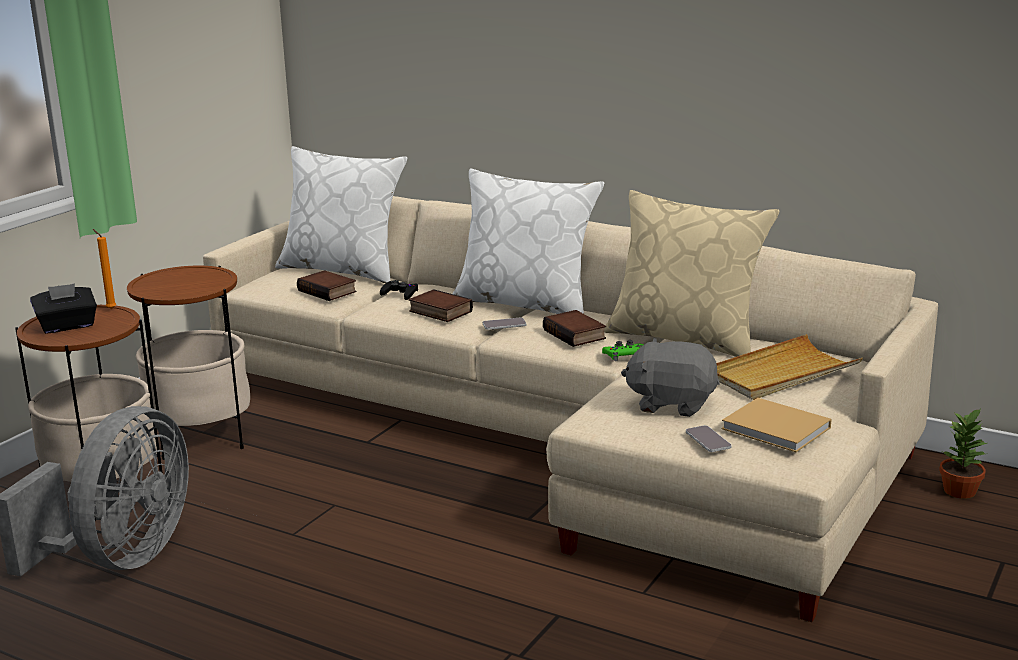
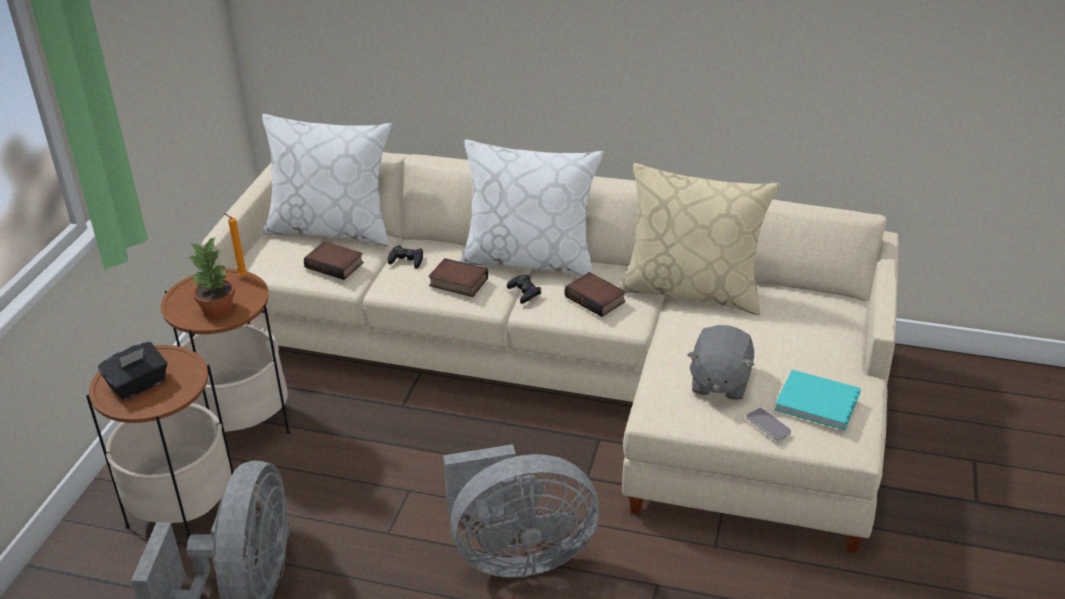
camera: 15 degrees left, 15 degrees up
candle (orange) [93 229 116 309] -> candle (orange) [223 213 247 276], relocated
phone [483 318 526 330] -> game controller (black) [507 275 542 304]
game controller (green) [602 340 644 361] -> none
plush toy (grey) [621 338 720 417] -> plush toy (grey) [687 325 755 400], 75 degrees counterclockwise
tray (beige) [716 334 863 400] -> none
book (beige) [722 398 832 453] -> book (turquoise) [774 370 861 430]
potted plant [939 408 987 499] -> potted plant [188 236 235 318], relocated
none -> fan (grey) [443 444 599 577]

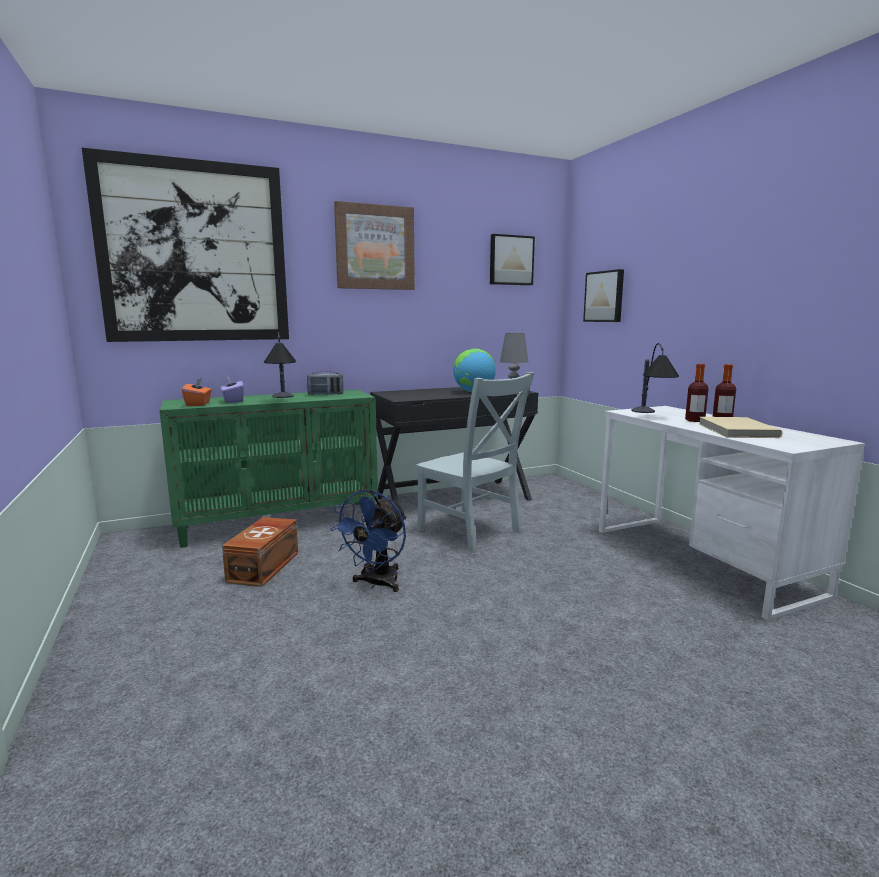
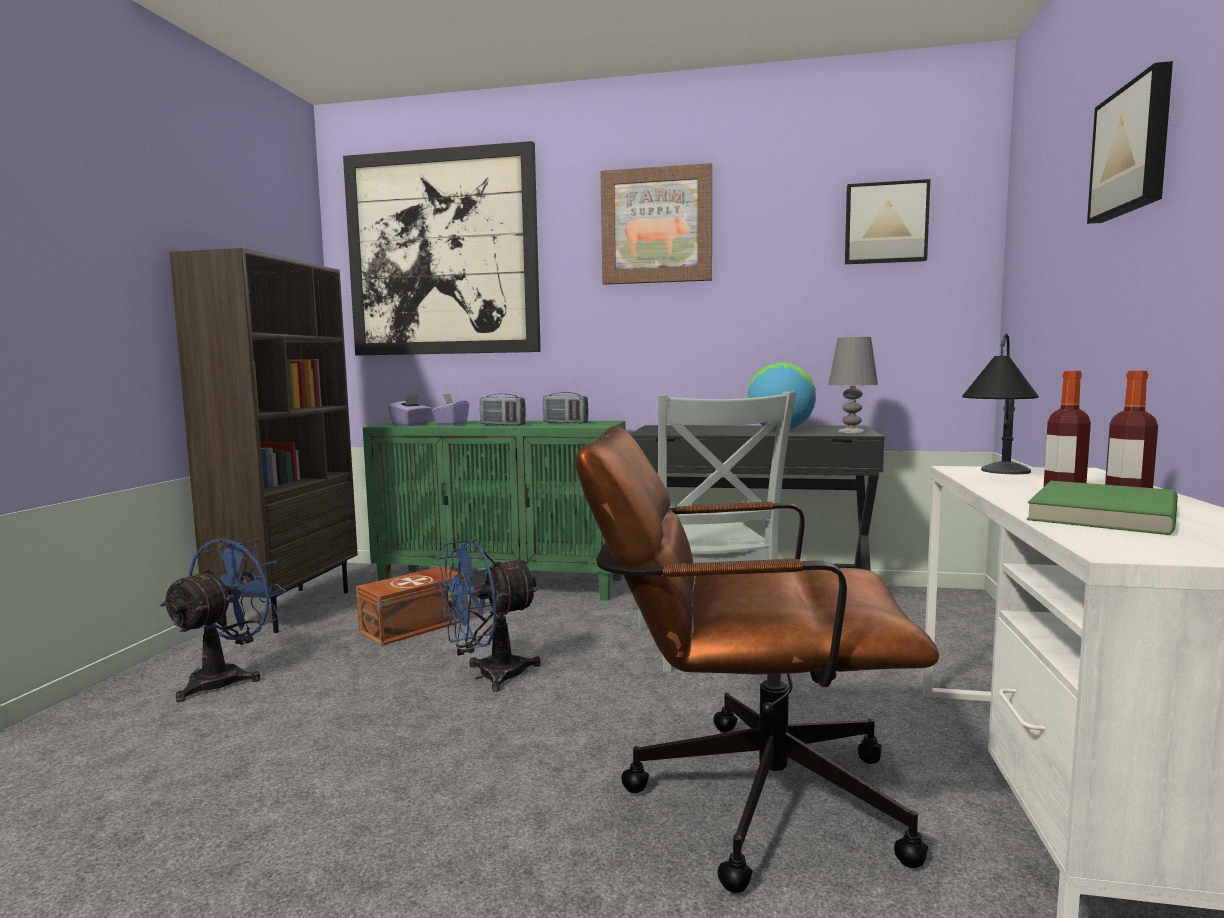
camera: 35 degrees right, 5 degrees down
tissue box (orange) [182 378 212 406] -> tissue box (purple) [388 394 432 426]
table lamp [264 332 296 398] -> radio [480 393 526 425]
picture [583 269 624 322] -> picture [1087 61 1173 224], relocated
book (beige) [699 417 782 438] -> book (green) [1027 481 1178 535]
none -> fan (blue) [159 535 286 702]
none -> bookcase (brown) [169 248 358 633]
none -> office chair (brown) [576 426 939 893]

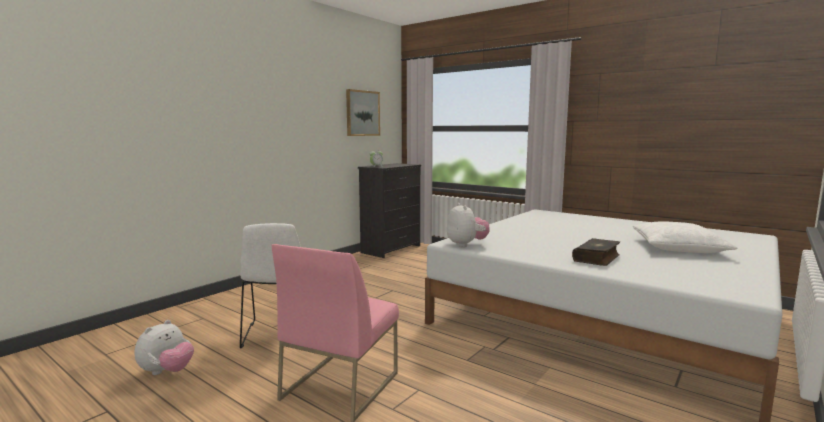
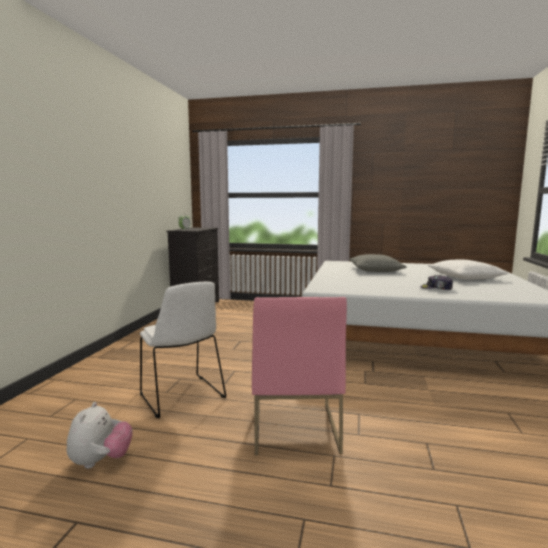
camera: 25 degrees left, 0 degrees up
picture [346 89 380 136] -> none
plush toy [447 203 490 247] -> none
book [572 238 620 266] -> cap [420 275 453 290]
none -> pillow (grey) [349 254 407 272]

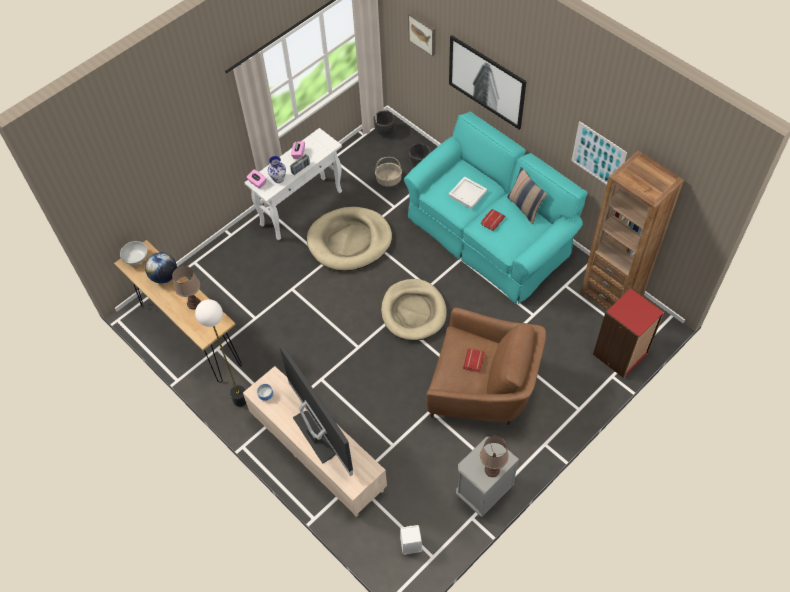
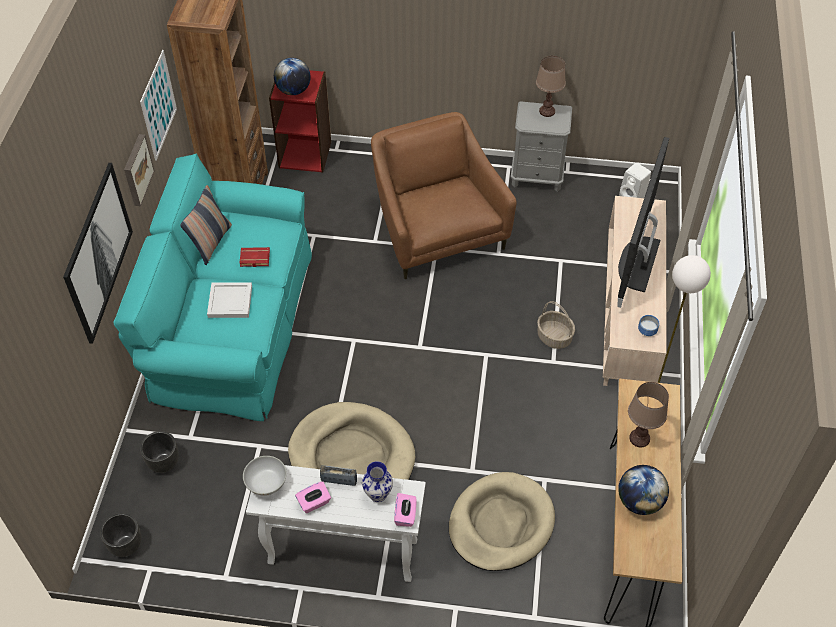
camera: 130 degrees left, 5 degrees down
bowl (white) [120 241 148 265] -> bowl (white) [243 456 287 496], relocated
basket [375 157 402 187] -> basket [537 301 575 349], relocated
dog bed (beige) [381 279 446 341] -> dog bed (beige) [449 472 555 571], relocated
picture [408 13 436 56] -> picture [124 134 155 206], relocated
book (red) [463 348 485 372] -> none
none -> globe [274 58 311 95]

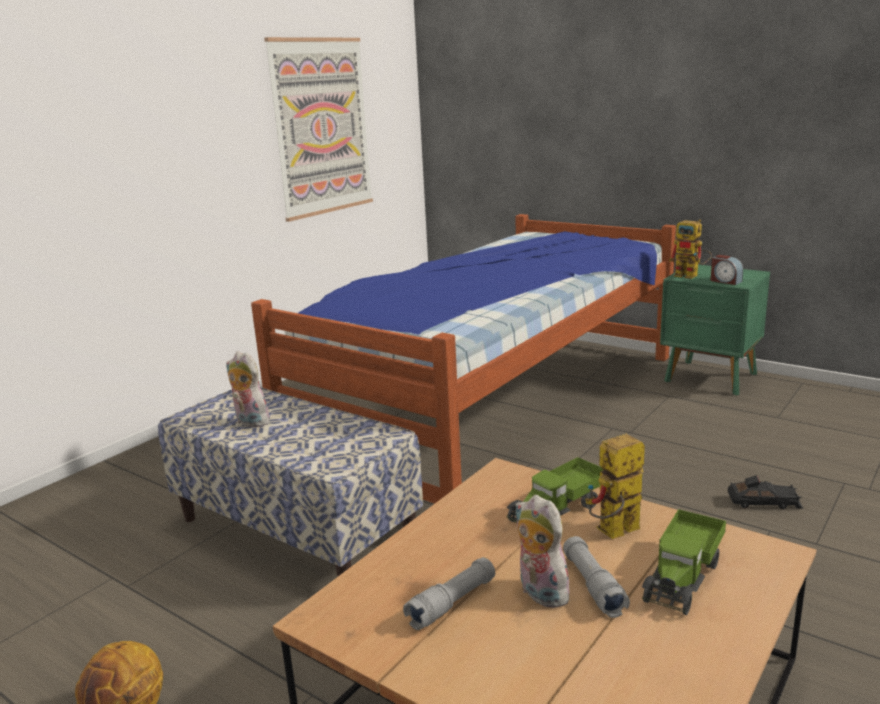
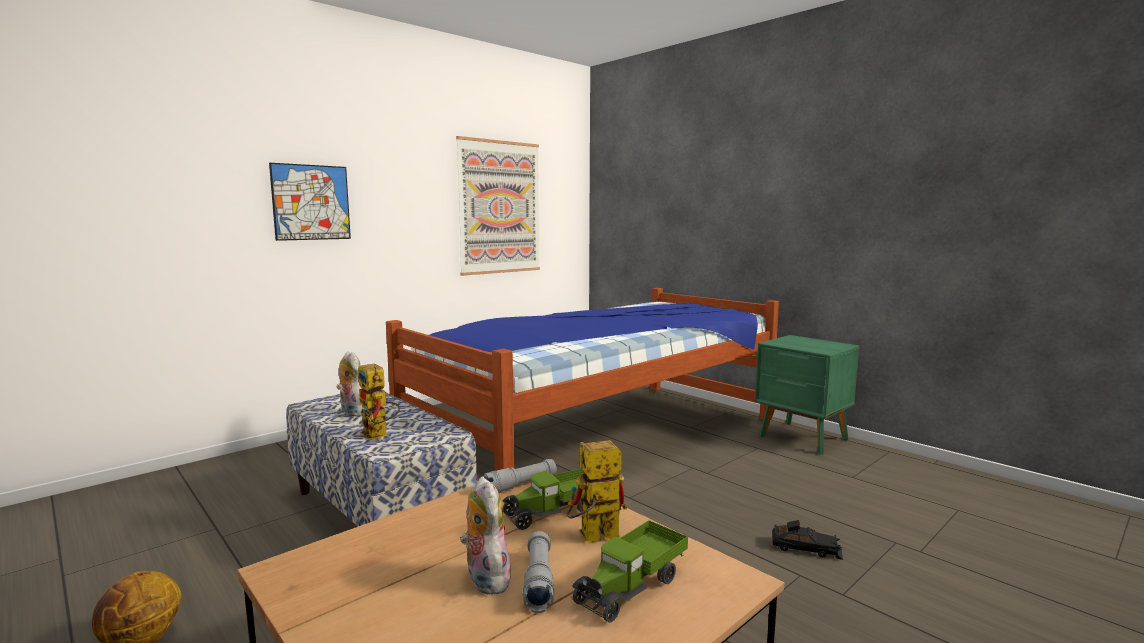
camera: 10 degrees right, 10 degrees down
flashlight (grey) [403 557 495 630] -> flashlight (grey) [483 459 557 493], relocated
toy robot [669 220 712 279] -> toy robot [358 363 400 440], relocated
alarm clock [711 255 743 285] -> none
none -> picture [269 163 351 241]

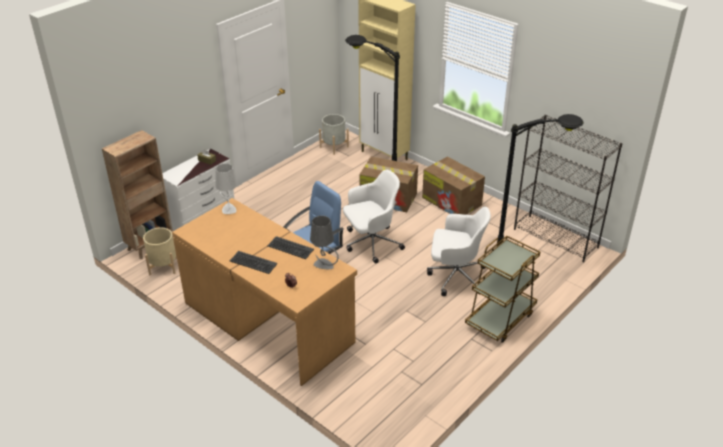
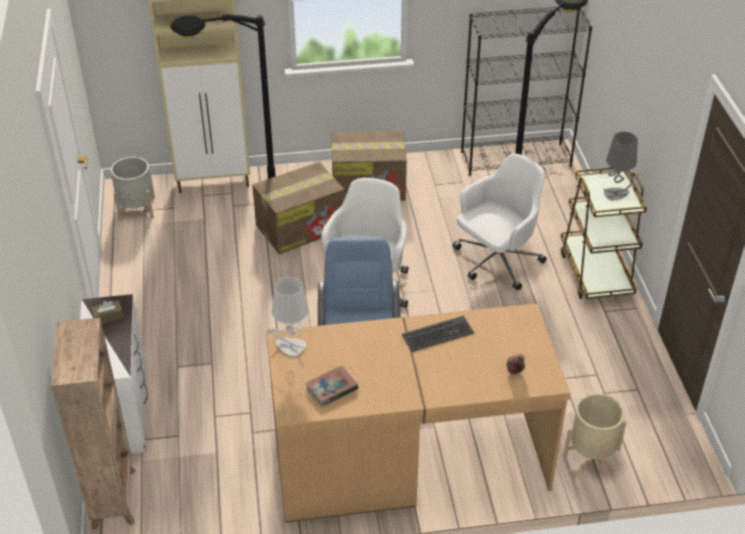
camera: 50 degrees left, 5 degrees up
planter (beige) [143 227 177 275] -> planter (beige) [563 393 627 477], relocated
keyboard [230 251 277 274] -> none
table lamp (grey) [310 216 339 269] -> table lamp (grey) [603 132 638 201], relocated
none -> book [306 366 358 407]

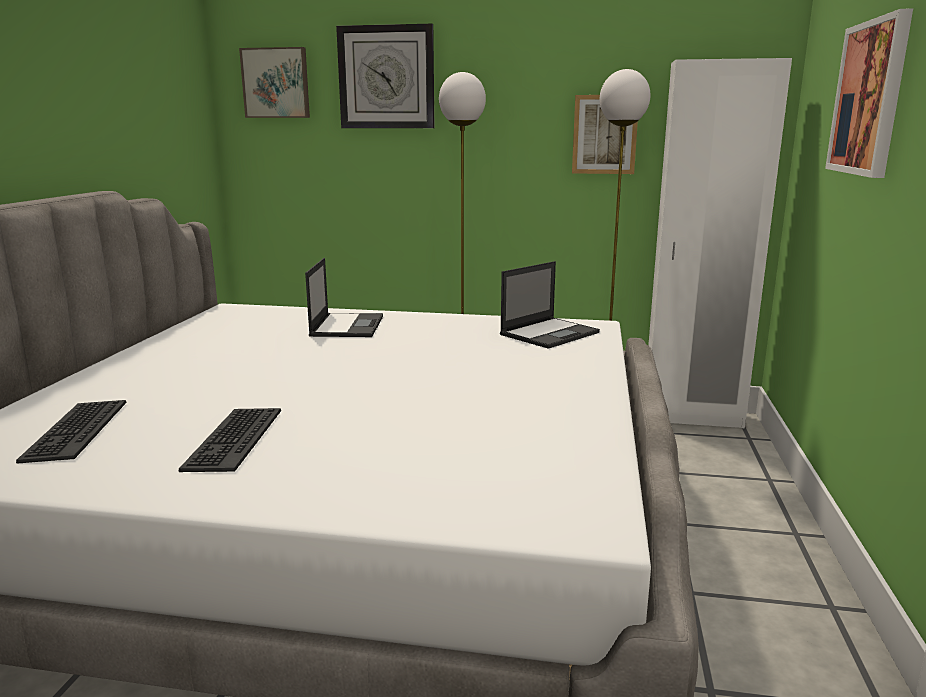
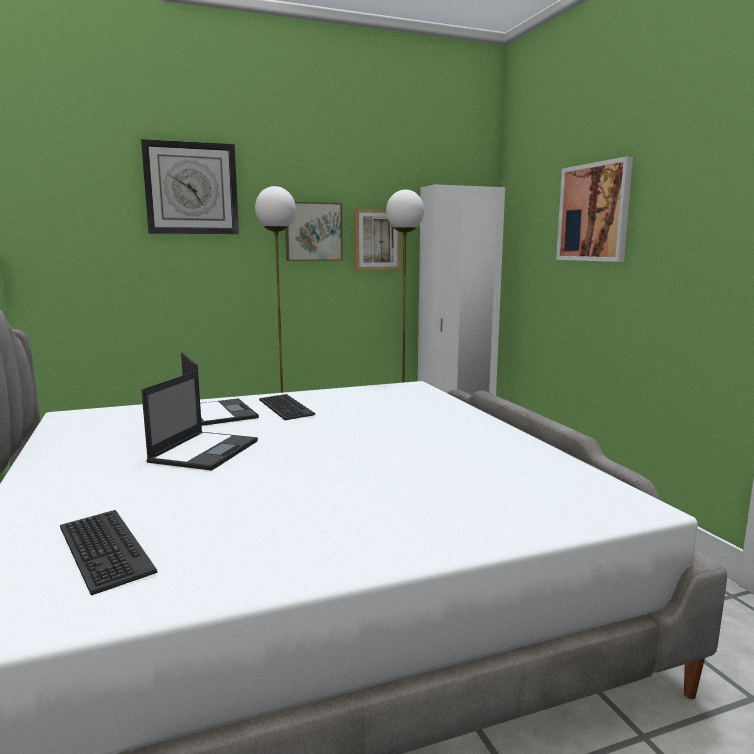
camera: 30 degrees left, 5 degrees down
keyboard [179 408 281 472] -> keyboard [259 394 315 420], relocated
picture [239 47 310 118] -> picture [285 202 343 261], relocated
laptop [500 261 600 349] -> laptop [141 371 258 471], relocated

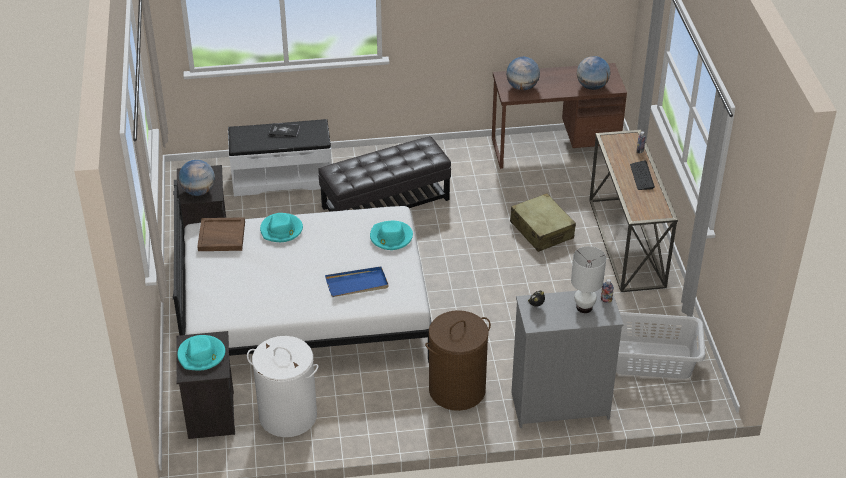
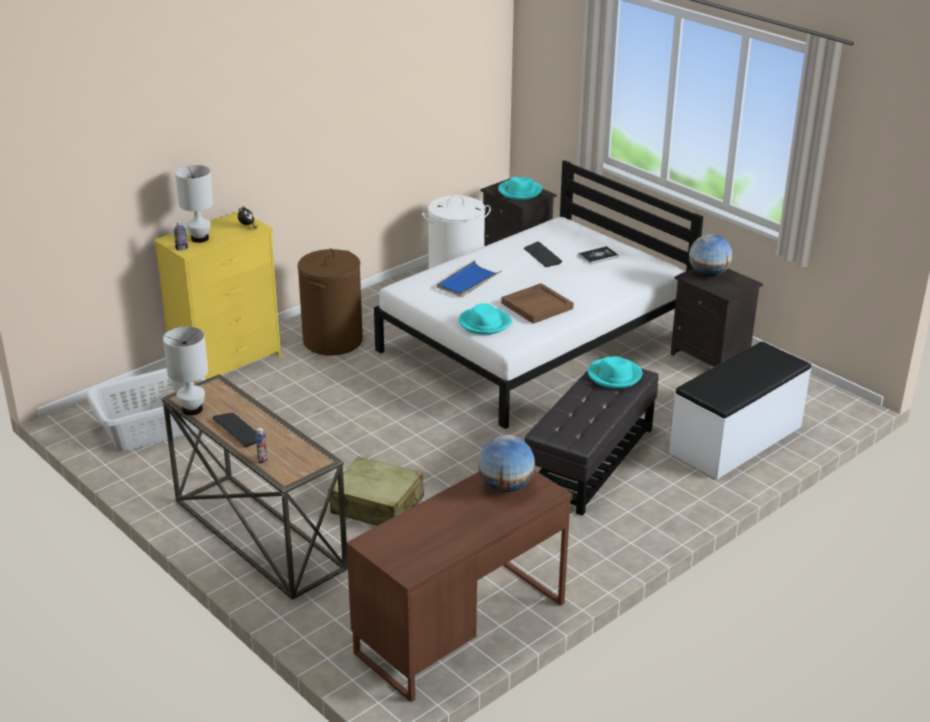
camera: 145 degrees right, 10 degrees down
tray (brown) [197 217 245 251] -> tray (brown) [501 283 574 324], relocated
hat (turquoise) [260 213 303 242] -> hat (turquoise) [588 356 642 389], relocated
book [269 123 300 138] -> book [578 246 619 264], relocated
dresser (grey) [511 288 624 428] -> dresser (yellow) [153 211 281 384]
globe [577 56 610 90] -> none
none -> table lamp (white) [163 326 208 415]
none -> keyboard [524 241 562 267]

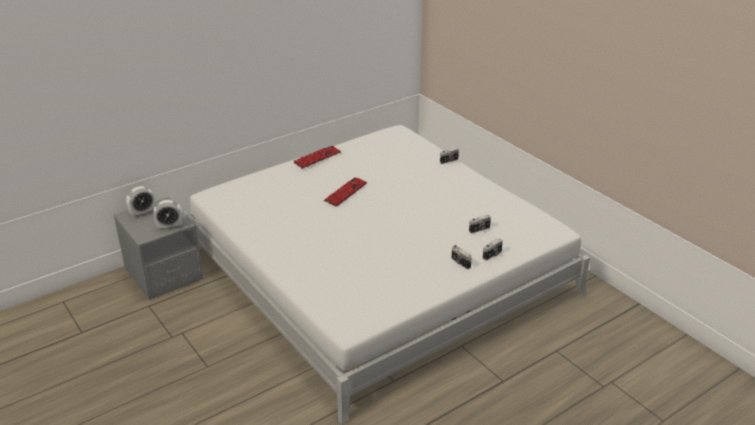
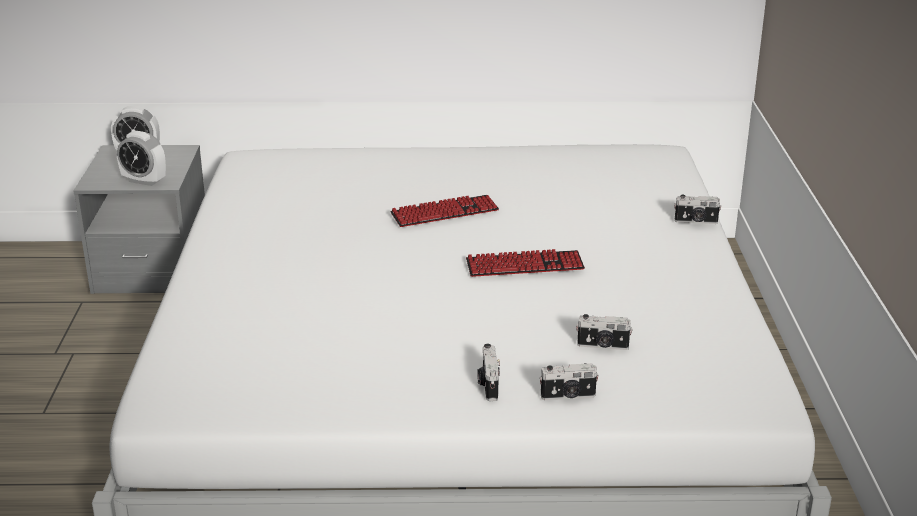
camera: 35 degrees right, 5 degrees down
keyboard [293 146 341 169] -> keyboard [466 249 585 277], relocated

